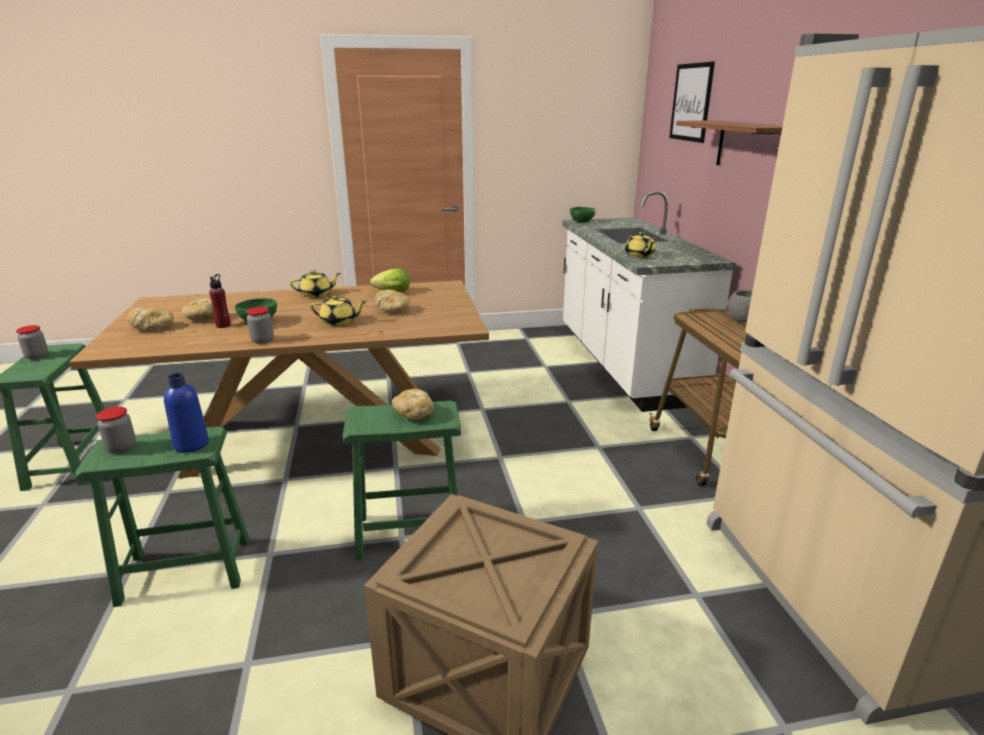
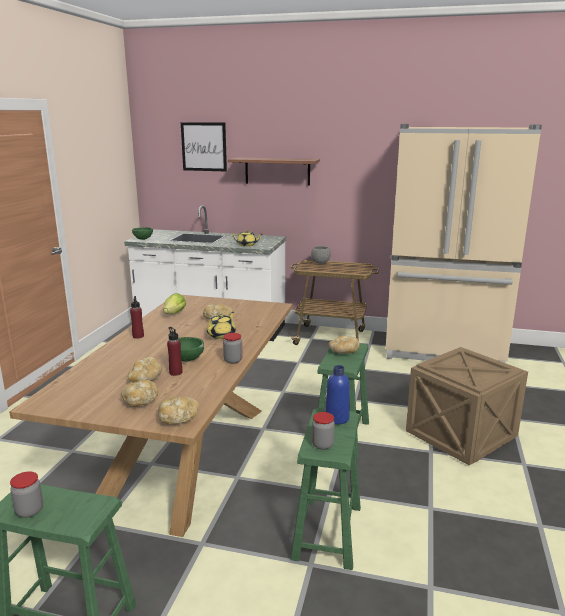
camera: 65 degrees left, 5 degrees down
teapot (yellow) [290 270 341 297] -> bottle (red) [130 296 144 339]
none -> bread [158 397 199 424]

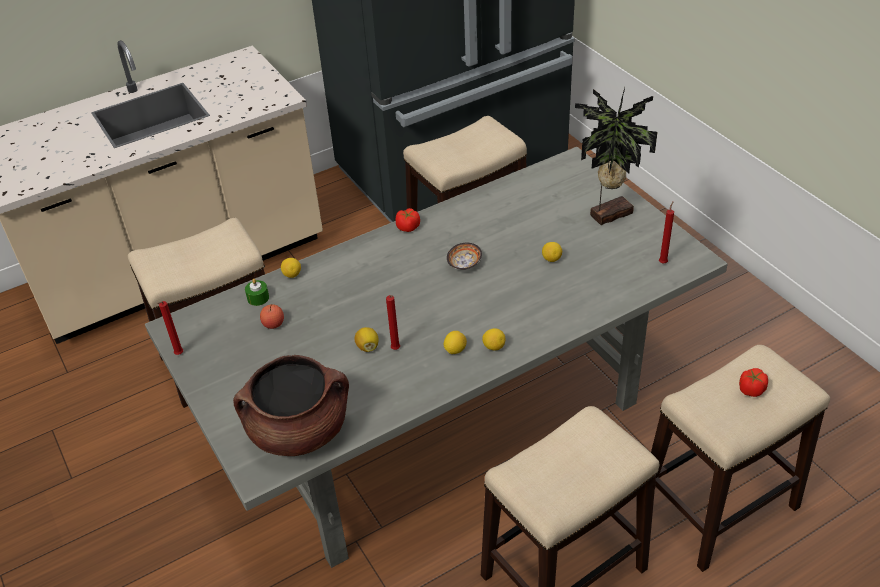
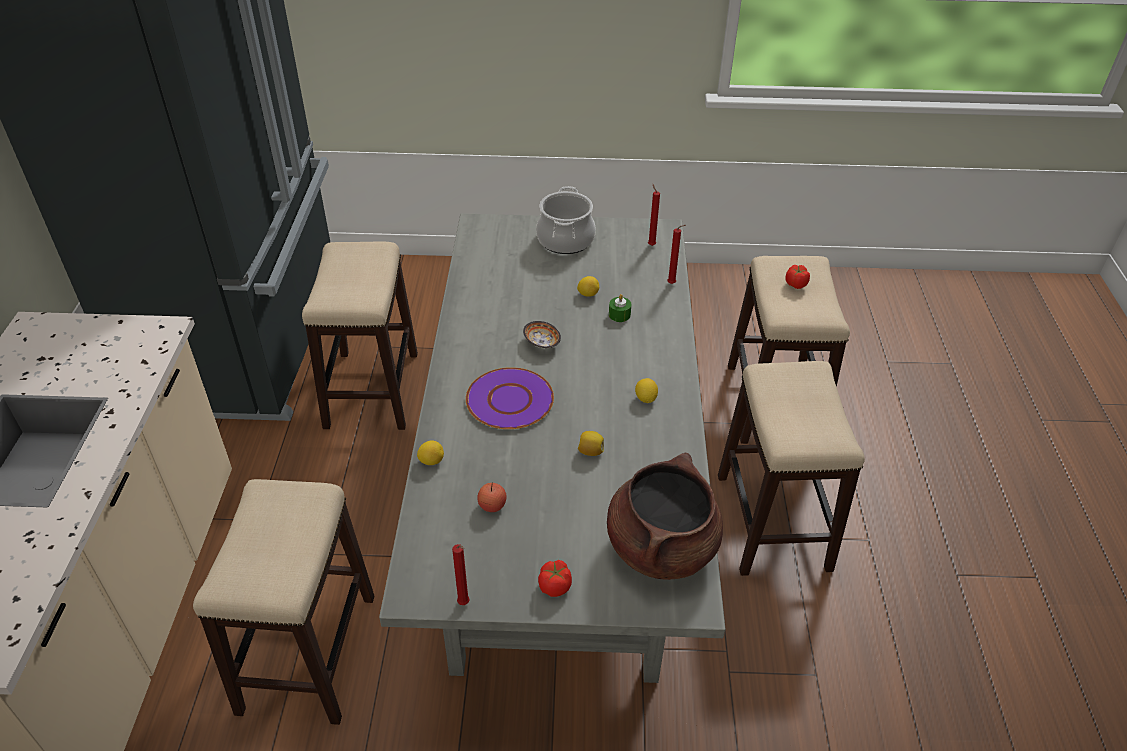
camera: 60 degrees left, 0 degrees up
candle (green) [245 279 269 306] -> candle (green) [609 294 631 322], relocated
candle (red) [386 295 400 350] -> candle (red) [667 225 686 284], relocated
tomato [396 208 420 232] -> tomato [538 560 572 597], relocated
lemon [482 328 505 351] -> none
potted plant [575 88 657 226] -> cooking pot [536 186 596 254]
none -> plate (purple) [466 367 554 429]

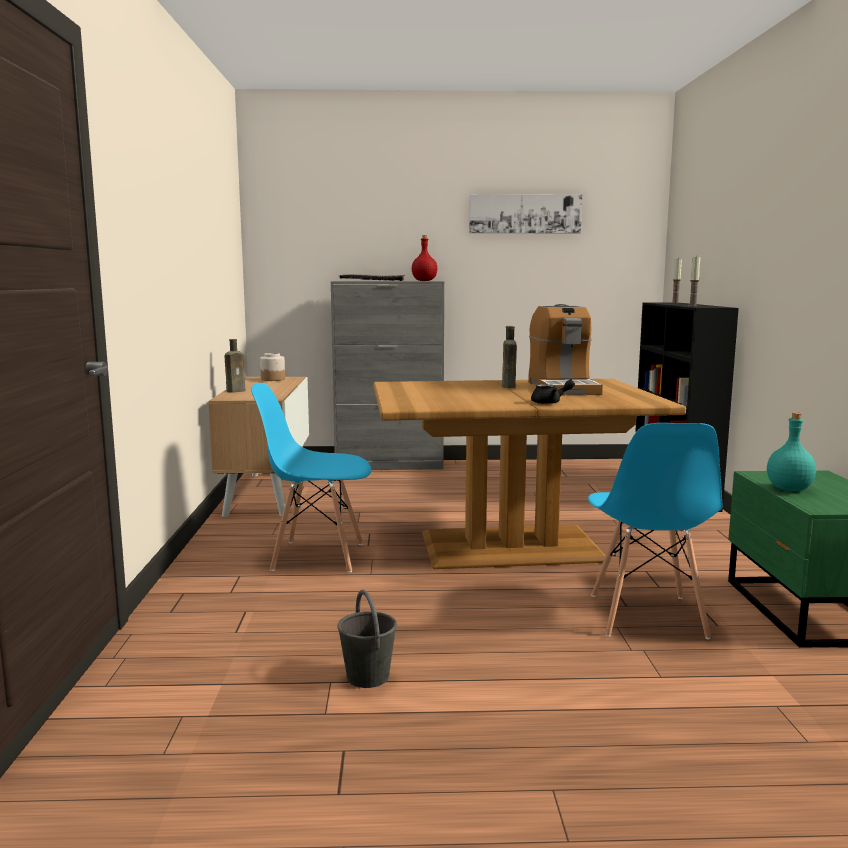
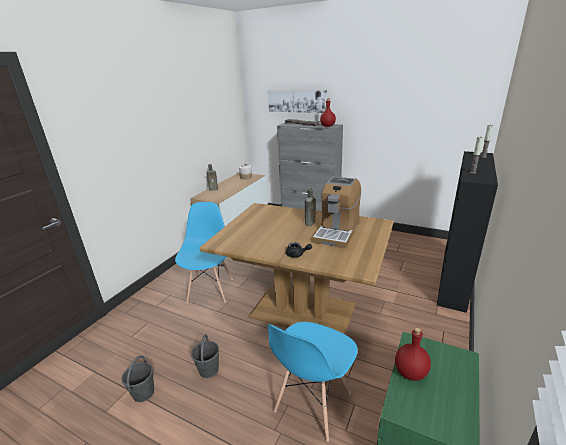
camera: 30 degrees right, 15 degrees up
chair (blue) [251 383 371 573] -> chair (blue) [175 202 233 303], 60 degrees clockwise
picture [469 194 582 233] -> picture [268 90 327 113], relocated
bottle (turquoise) [767 412 816 491] -> bottle (red) [395 327 431 381]
none -> bucket (grey) [191 334 219 378]

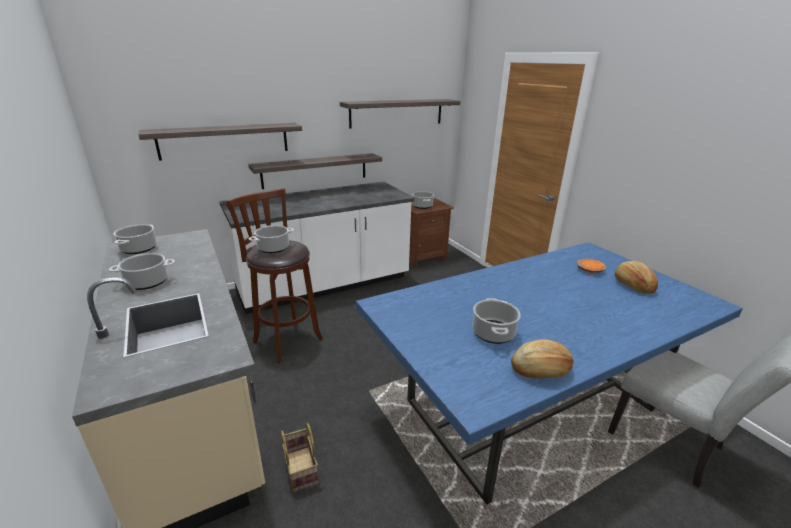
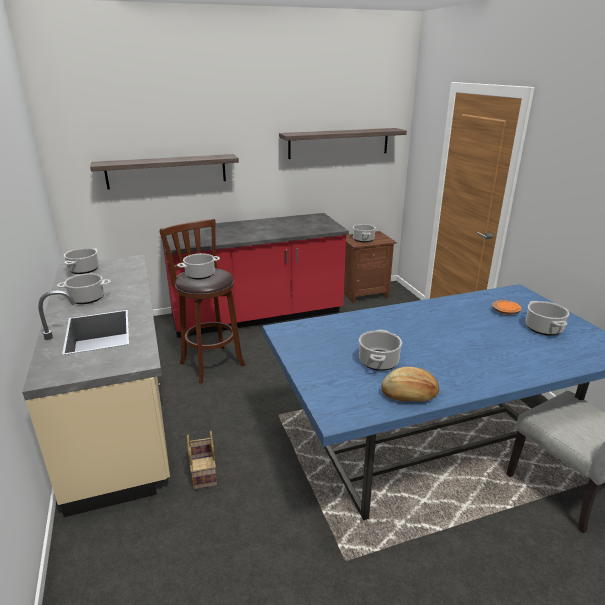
camera: 10 degrees right, 0 degrees up
counter (white) [219 182 414 314] -> counter (red) [160 213 349 338]
shelf [248 153 382 189] -> none
bread [615 261 658 294] -> cooking pot [525 301 570 336]

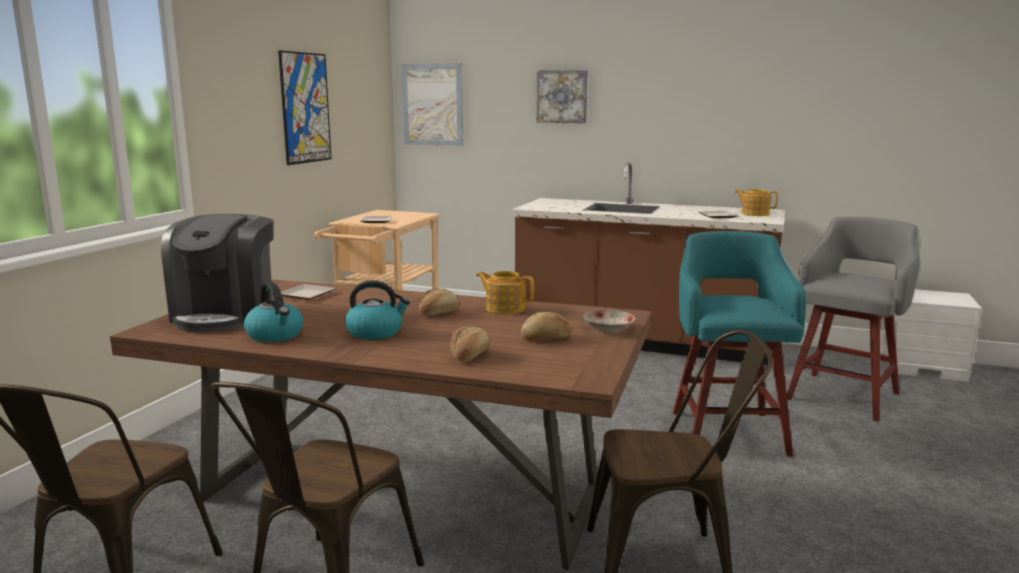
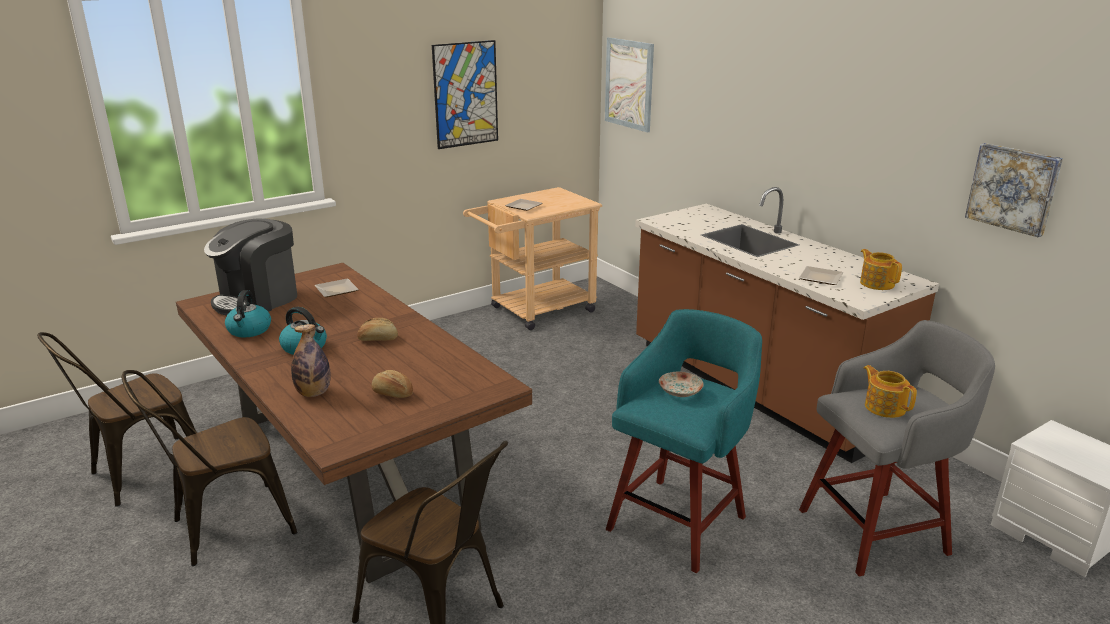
camera: 35 degrees right, 10 degrees up
bread [450 326 490 362] -> bottle [291 324 330 397]
teapot [476 271 534 314] -> teapot [864 365 917 418], relocated
picture [537 70 588 123] -> picture [965 143 1063 237], relocated
plate [584 310 636 333] -> plate [659 372 704 397], relocated

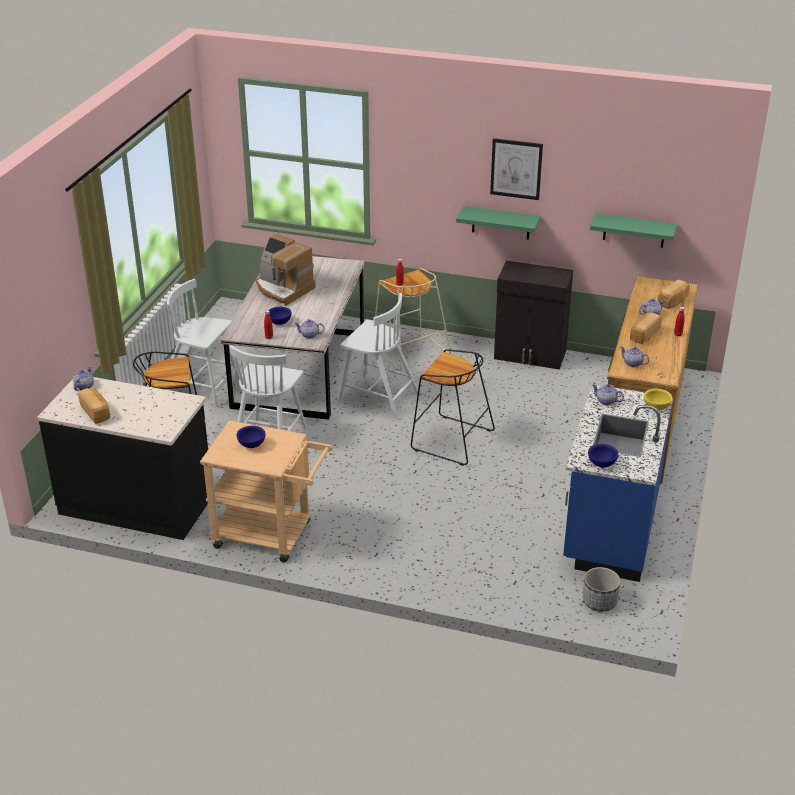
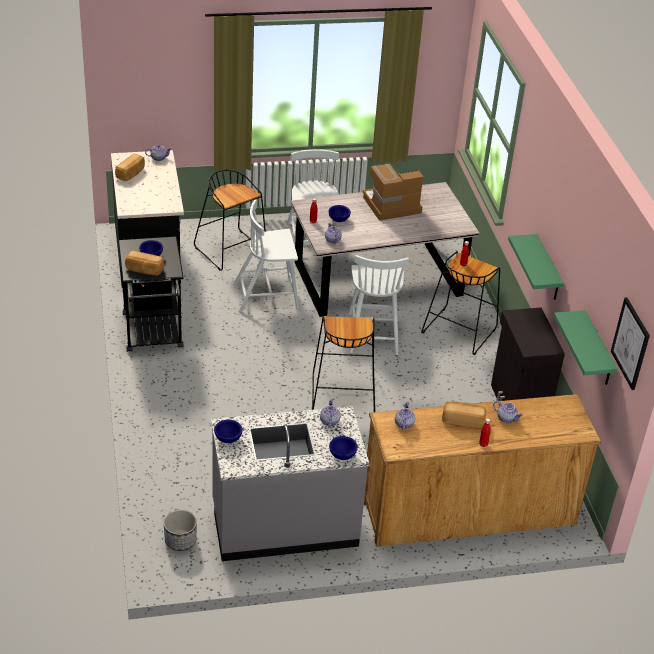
camera: 60 degrees right, 5 degrees up
cart (beige) [200 421 333 562] -> cart (black) [118 237 184 352]
coffee machine [256 234 316 306] -> coffee machine [363 164 423 221], 60 degrees clockwise
stool (beige) [375 268 451 371] -> stool (black) [421 251 500 355]
picture [490 138 543 200] -> picture [611 297 650 390], relocated
counter (blue) [563 384 673 582] -> counter (grey) [211 406 369 561]
bowl (yellow) [644 389 672 410] -> bowl (blue) [329 436 358 460]
bread [658 280 690 308] -> bread [125 250 164 275], relocated

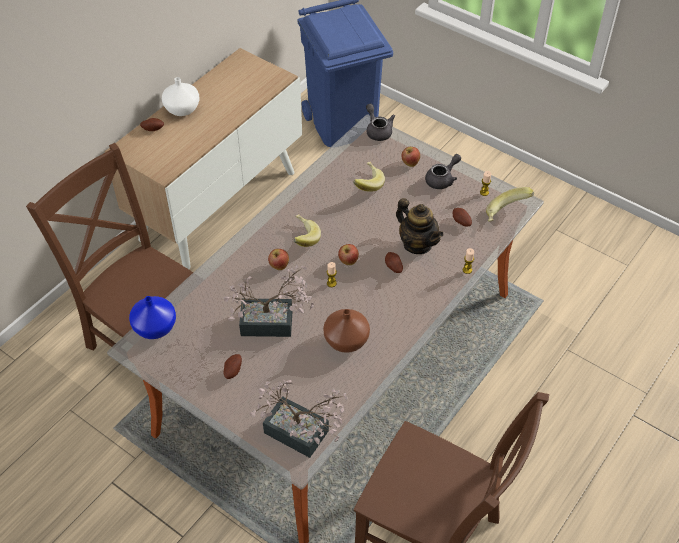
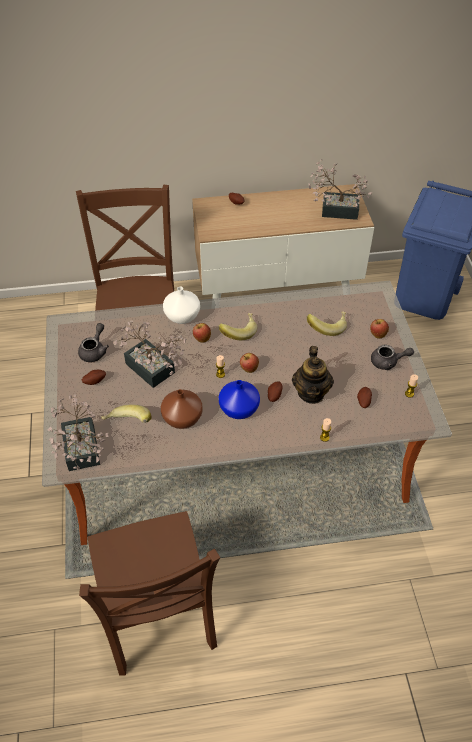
camera: 45 degrees right, 0 degrees up
vase (blue) [129 296 176 339] -> vase (blue) [219 380 260 419], relocated
vase (white) [162 77 199 116] -> vase (white) [163 287 200 324], relocated
teapot (grey) [366 104 395 141] -> teapot (grey) [78 323 109 362], relocated
banana [486 187 534 222] -> banana [101 405 152 423], relocated
none -> potted plant [308 159 372 220]

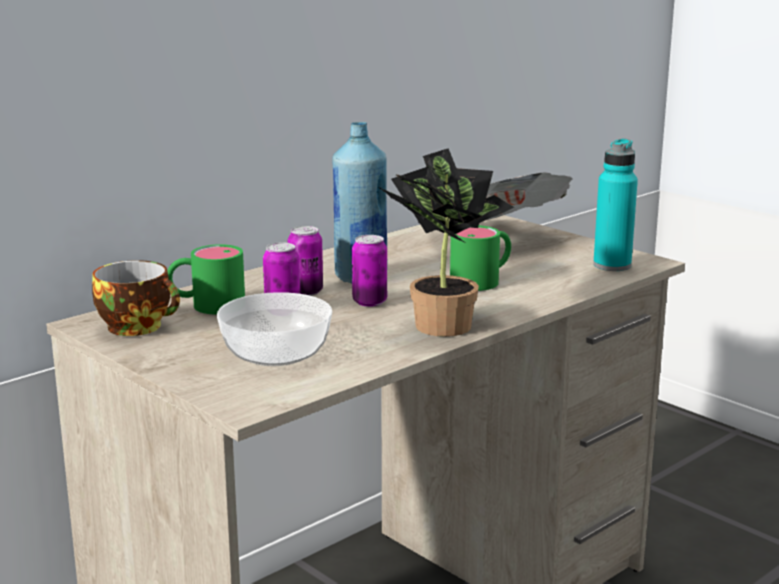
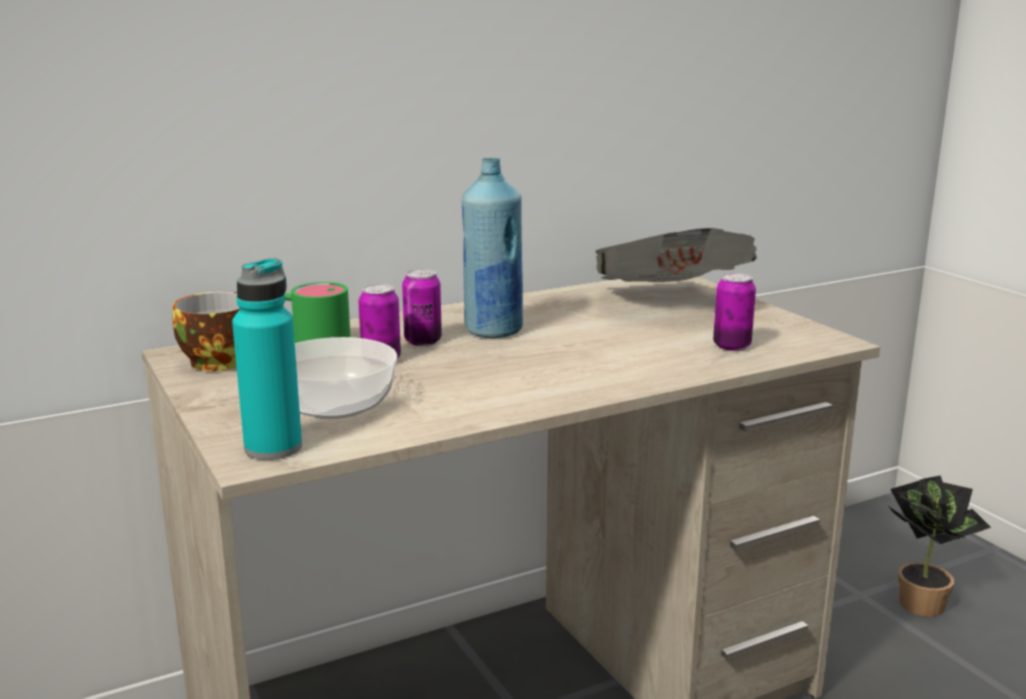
camera: 15 degrees right, 0 degrees up
can [352 235 387 307] -> can [713 273 756 351], relocated
potted plant [380 148 514 337] -> potted plant [889 475 991 617], relocated
mug (green) [450 225 511 291] -> none
bottle (turquoise) [593 139 638 271] -> bottle (turquoise) [232 258 302 460], relocated

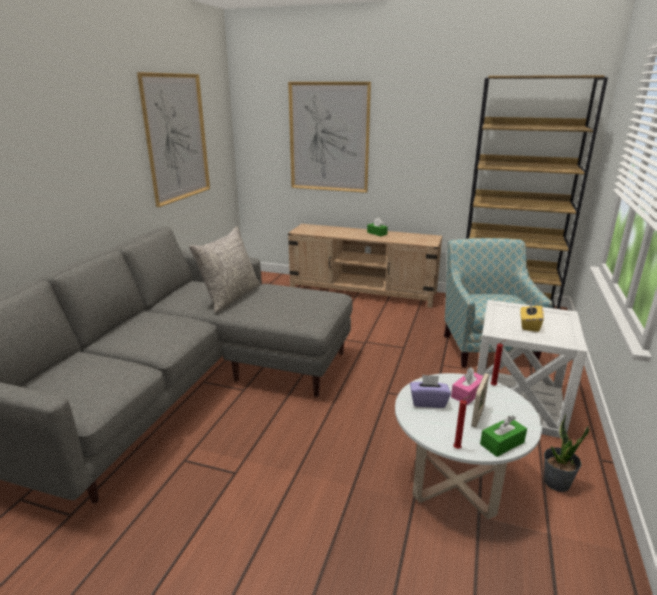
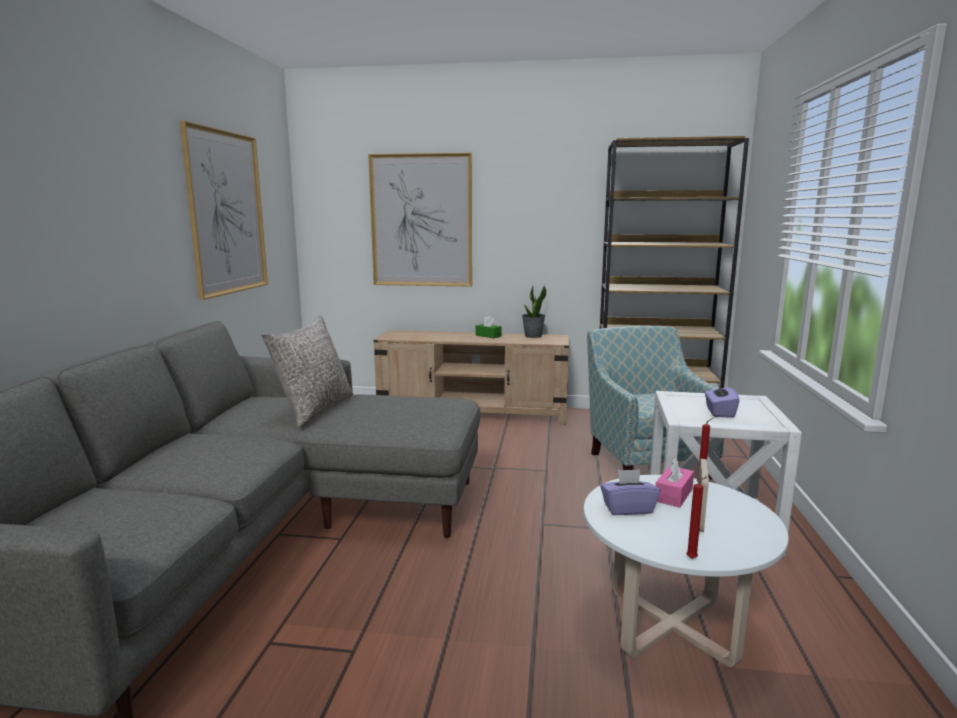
camera: 10 degrees left, 10 degrees down
tissue box (green) [480 415 527 457] -> none
tissue box (yellow) [520 301 544 332] -> tissue box (purple) [705 383 740 418]
potted plant [544 414 589 492] -> potted plant [522 285 546 338], relocated

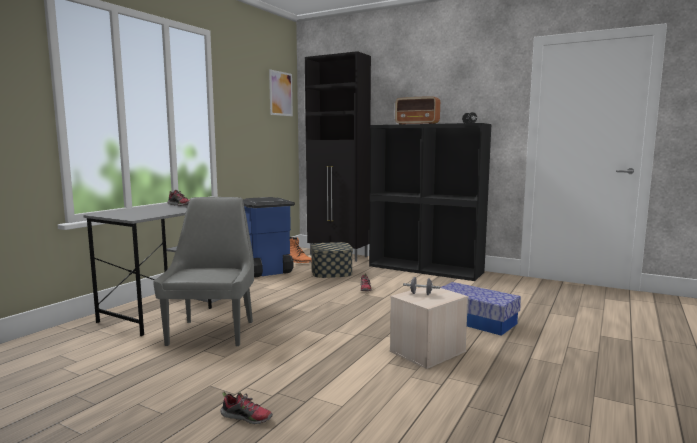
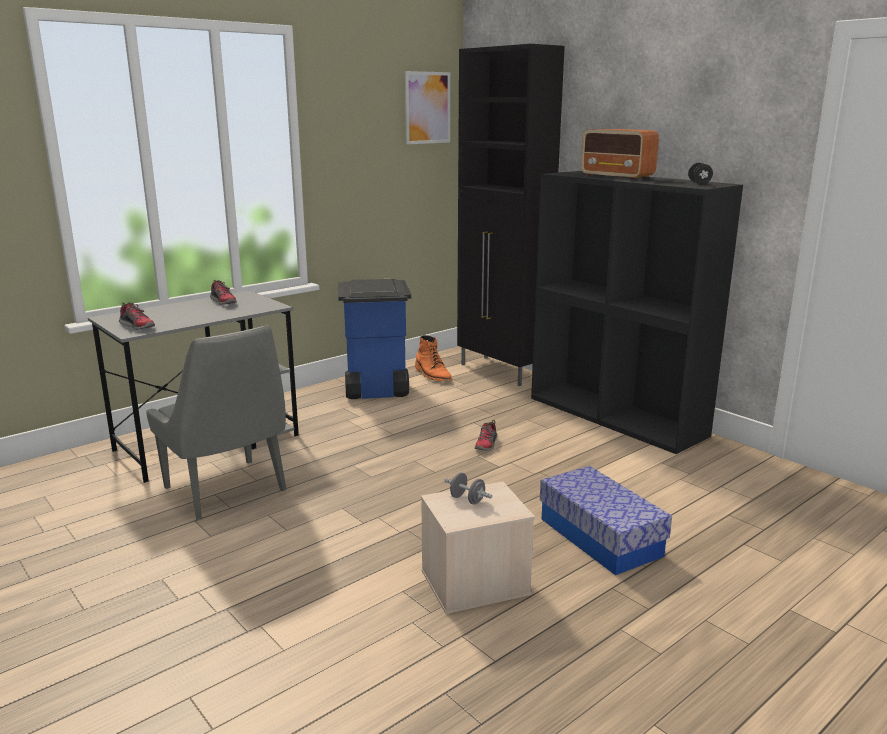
camera: 20 degrees right, 10 degrees up
chair (grey) [153 197 254 346] -> chair (grey) [146 325 286 520], 120 degrees clockwise
shoe [220 392 273 424] -> shoe [119 302 155 330], relocated
storage box [311 242 353 278] -> none

